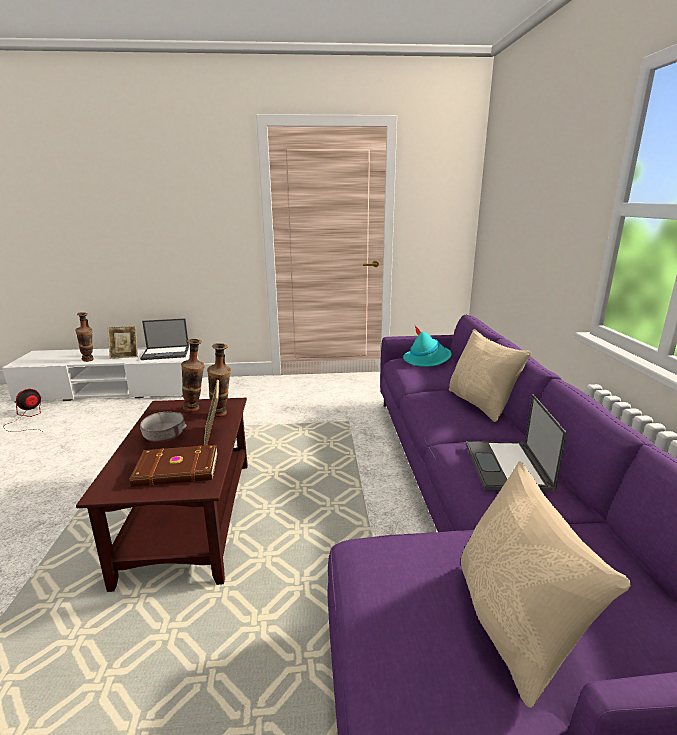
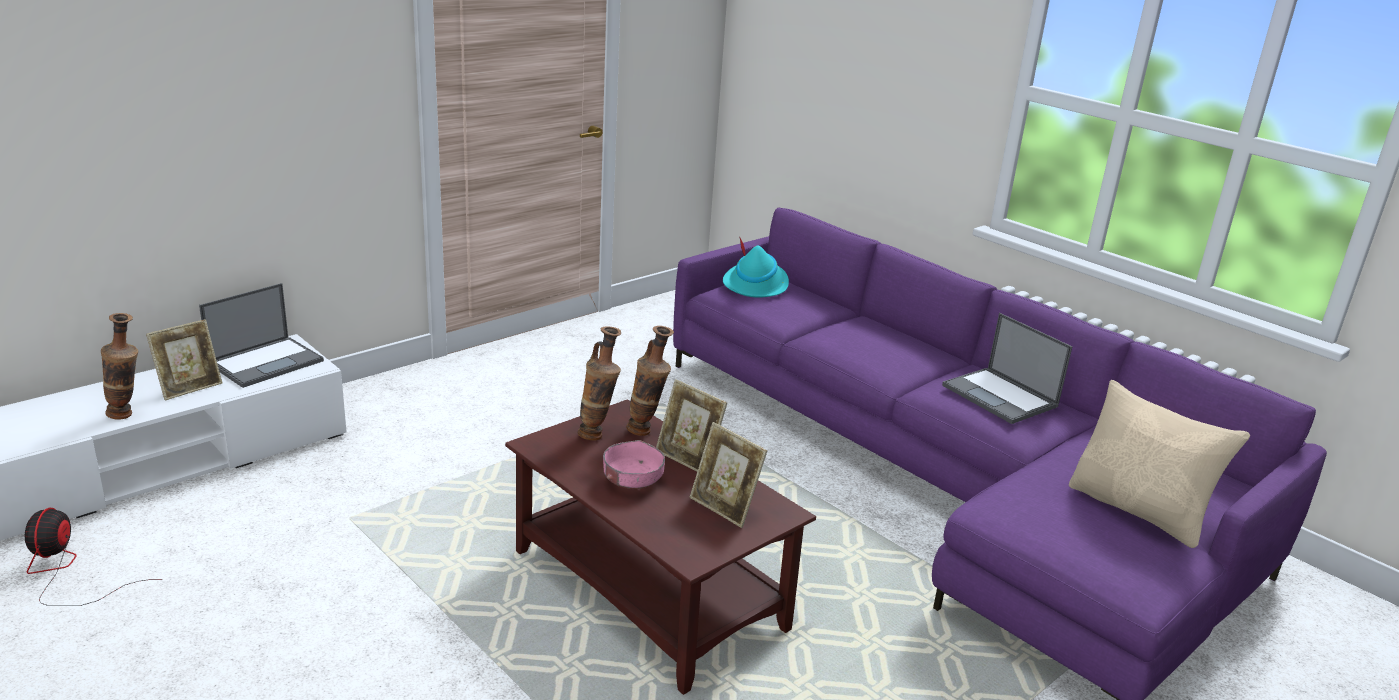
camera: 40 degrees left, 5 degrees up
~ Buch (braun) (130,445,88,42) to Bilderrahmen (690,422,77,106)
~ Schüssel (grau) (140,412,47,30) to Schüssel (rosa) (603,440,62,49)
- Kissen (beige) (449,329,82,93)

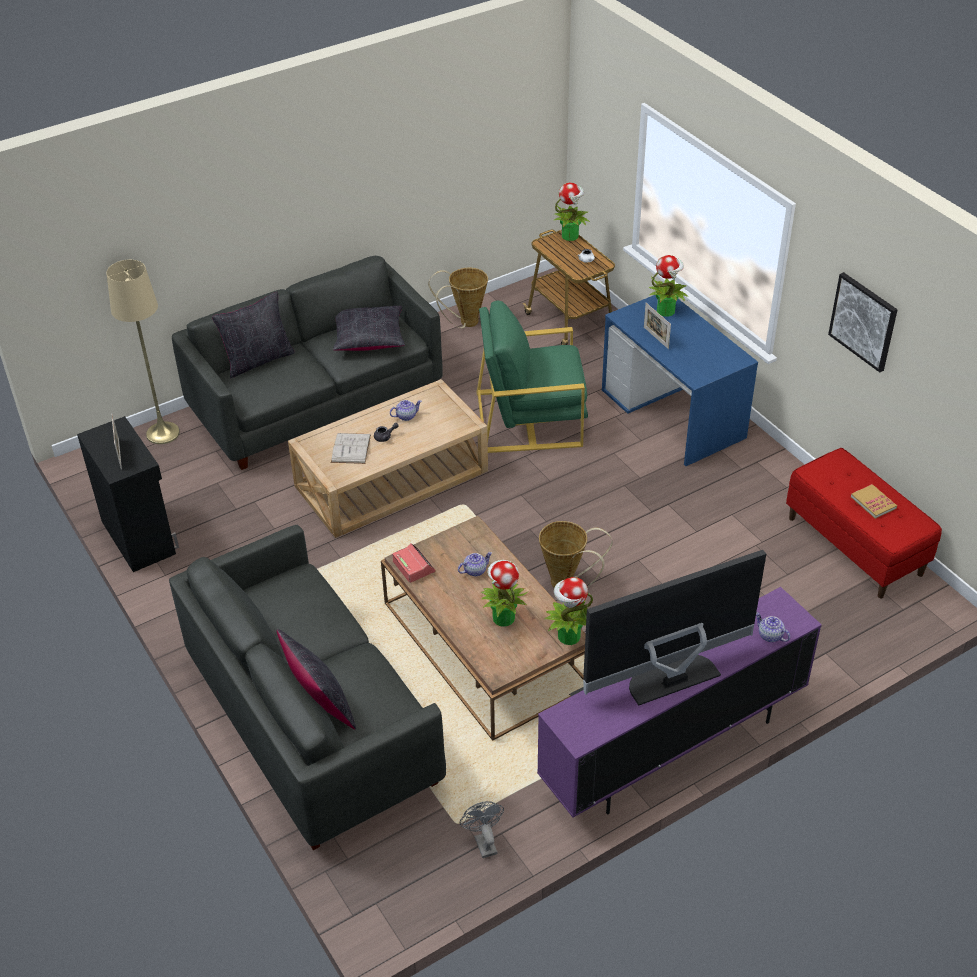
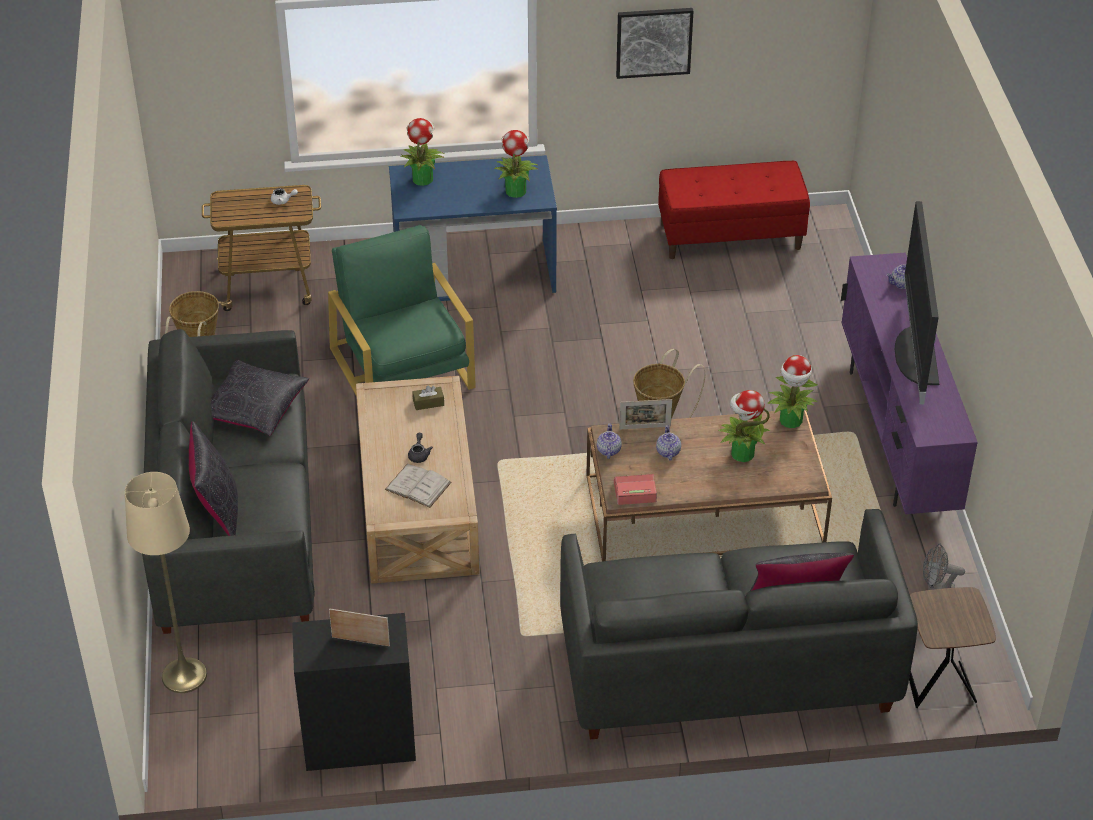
camera: 65 degrees left, 0 degrees up
~ Teekanne (390,400,32,21) to (597,423,25,36)
~ Sessel (grün) (476,301,112,152) = (328,225,148,172) 135 degrees clockwise
~ Topfpflanze (553,182,37,59) to (494,130,45,68)
~ Bilderrahmen (644,303,27,46) to (619,399,53,30)
- Buch (851,484,46,35)
+ Taschentuchbox (braun) (412,386,32,24)
+ Beistelltisch (braun) (909,587,87,121)

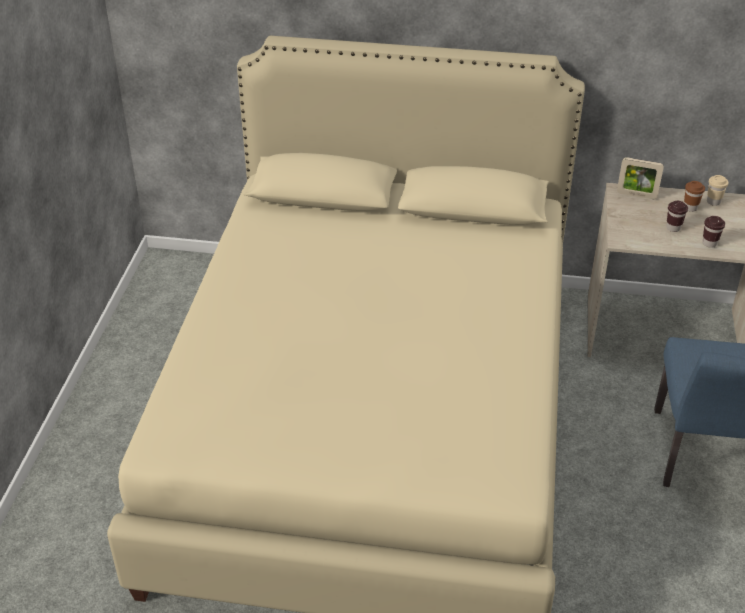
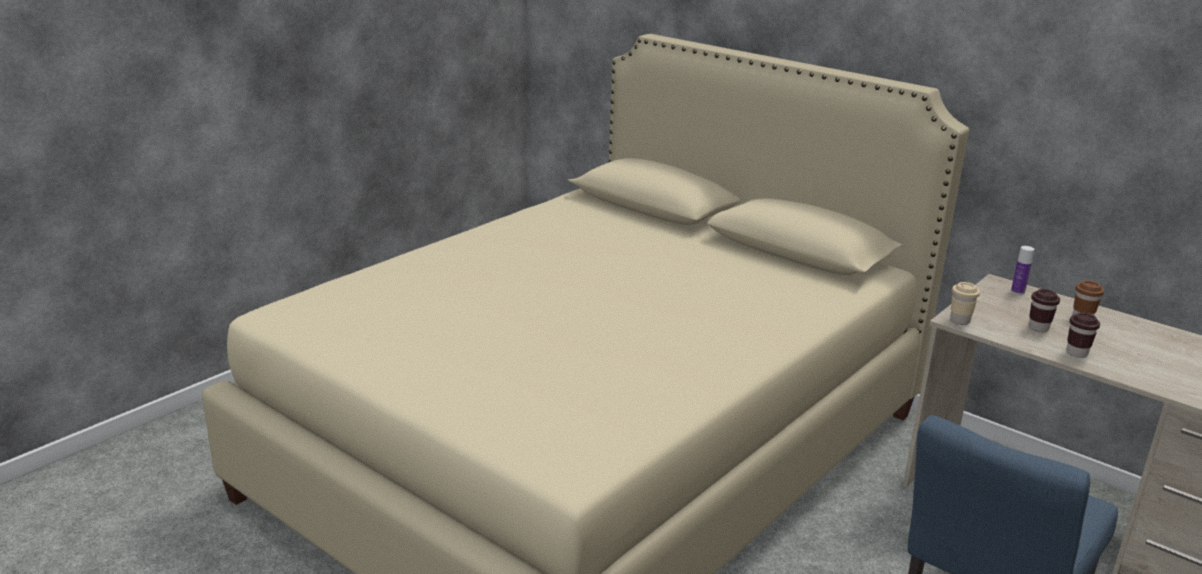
camera: 30 degrees right, 15 degrees down
~ Bilderrahmen (617,157,47,42) to Flasche (1011,246,23,49)
~ Tasse (beige) (707,175,22,31) to (950,282,30,43)

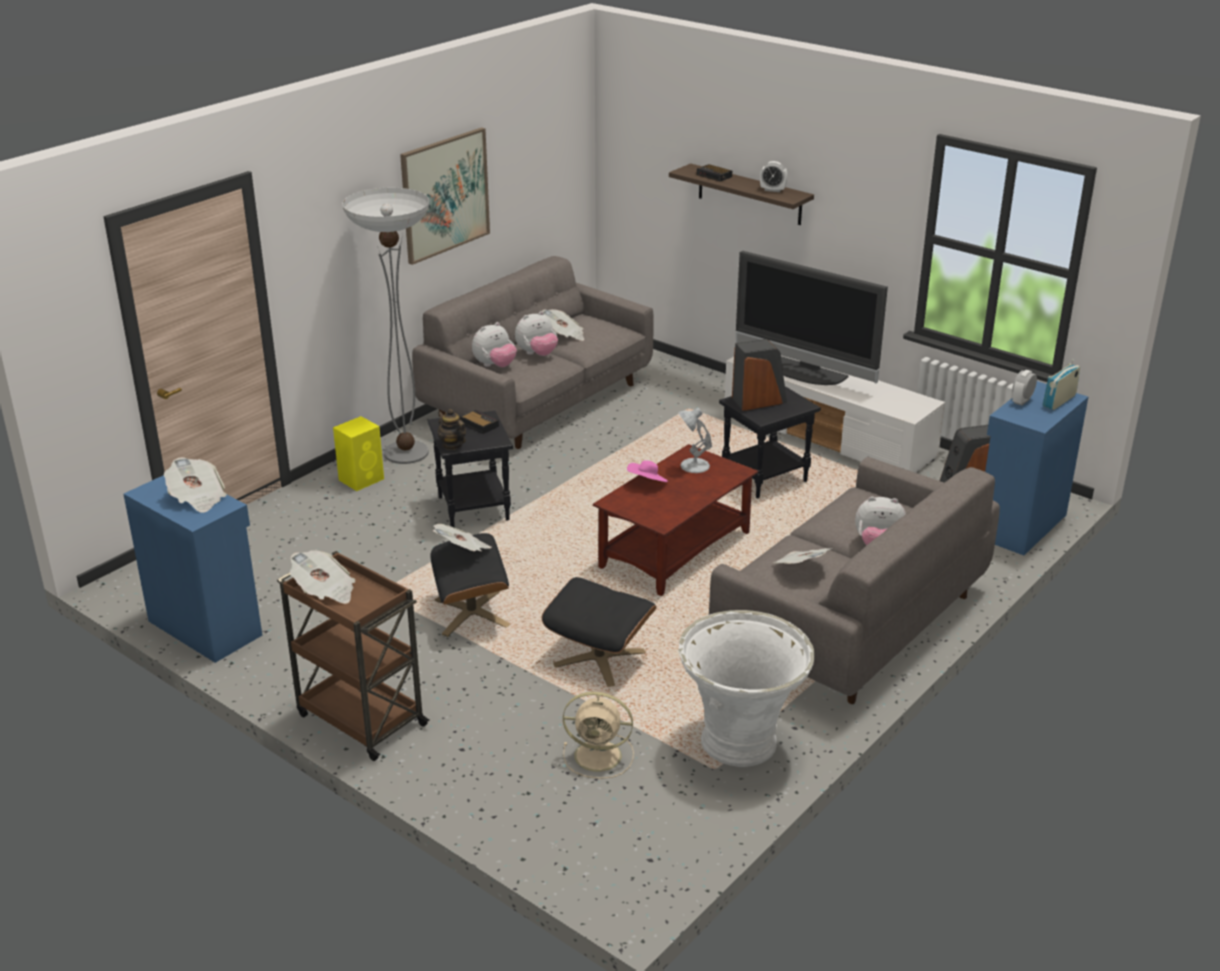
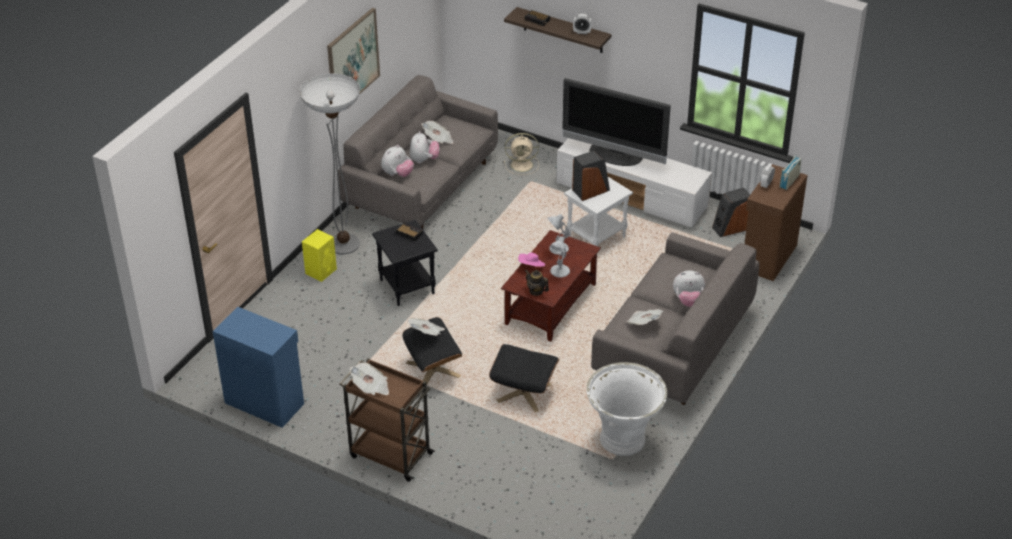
camera: 10 degrees left, 10 degrees up
- Zeitung (164,457,63,56)
~ Teekanne (438,409,28,41) to (525,270,24,26)
~ Plüschtier (515,311,43,45) = (410,131,30,33) 45 degrees counterclockwise
~ Ventilator (beige) (563,692,71,87) to (504,133,35,42)
~ Beistelltisch (schwarz) (719,386,102,112) to Beistelltisch (weiß) (564,177,69,69)
~ Schrank (blau) (985,381,103,174) to Schrank (braun) (745,164,63,117)
+ Tischlampe (weiß) (550,236,20,41)

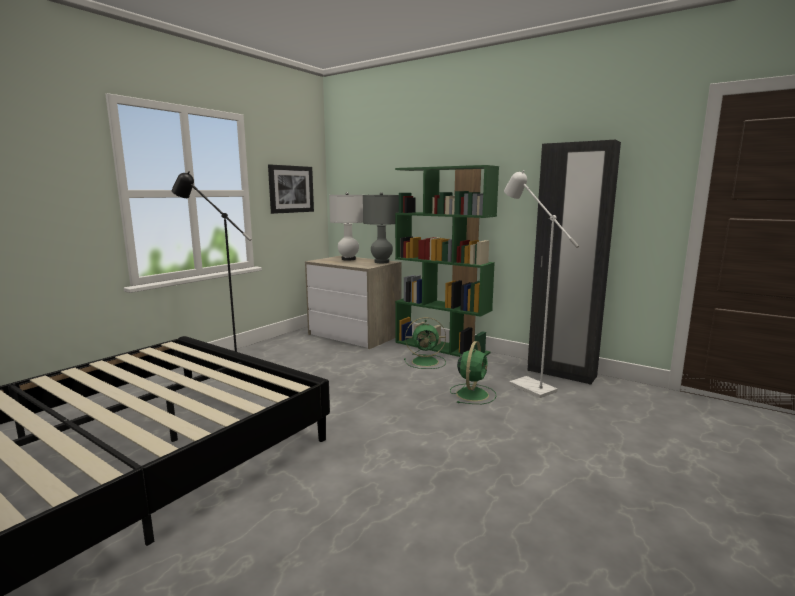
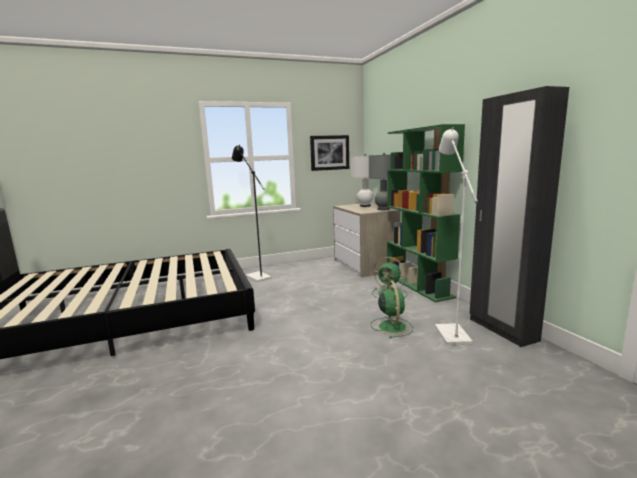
camera: 35 degrees right, 0 degrees up
~ Ventilator (grün) (450,341,46,63) = (370,281,43,57) 60 degrees counterclockwise

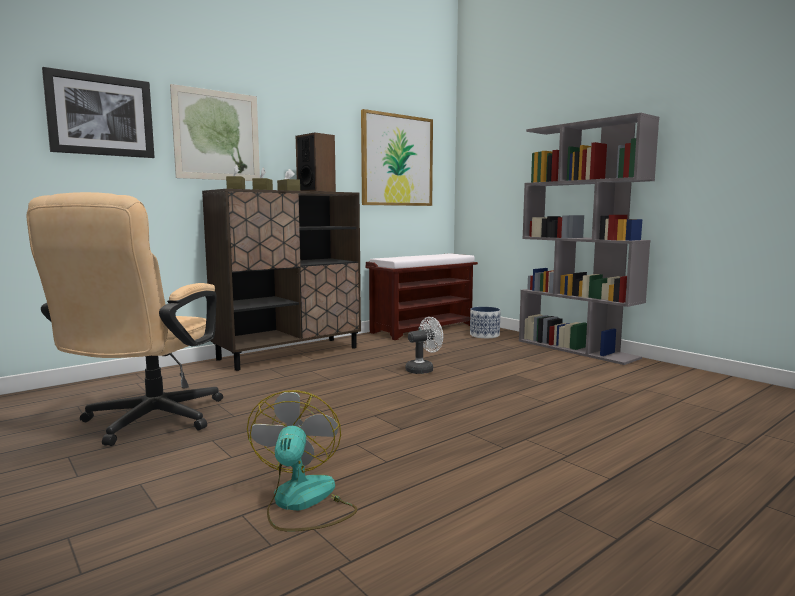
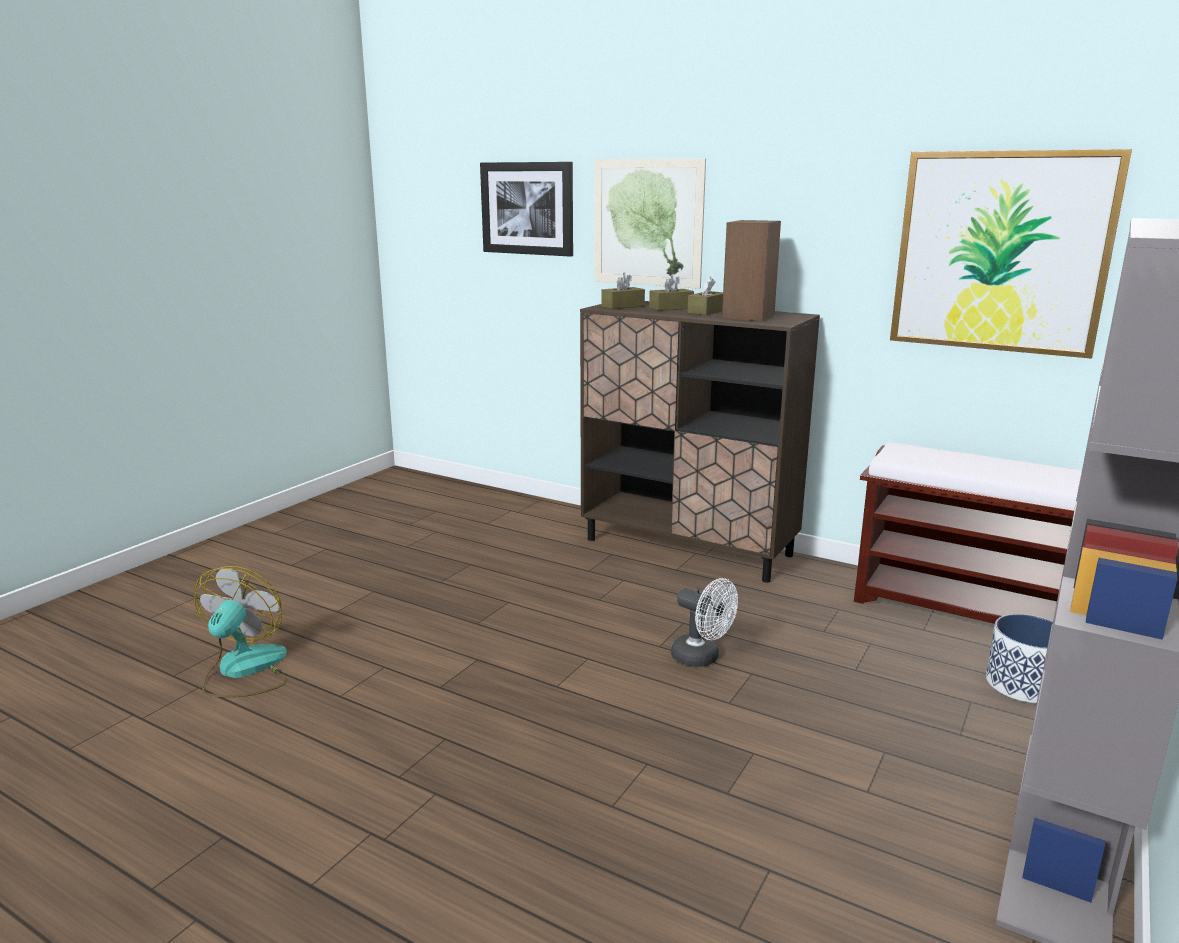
camera: 70 degrees right, 10 degrees up
- Bürostuhl (beige) (26,192,197,254)
~ Ventilator (247,390,110,142) = (194,566,94,131) 60 degrees counterclockwise

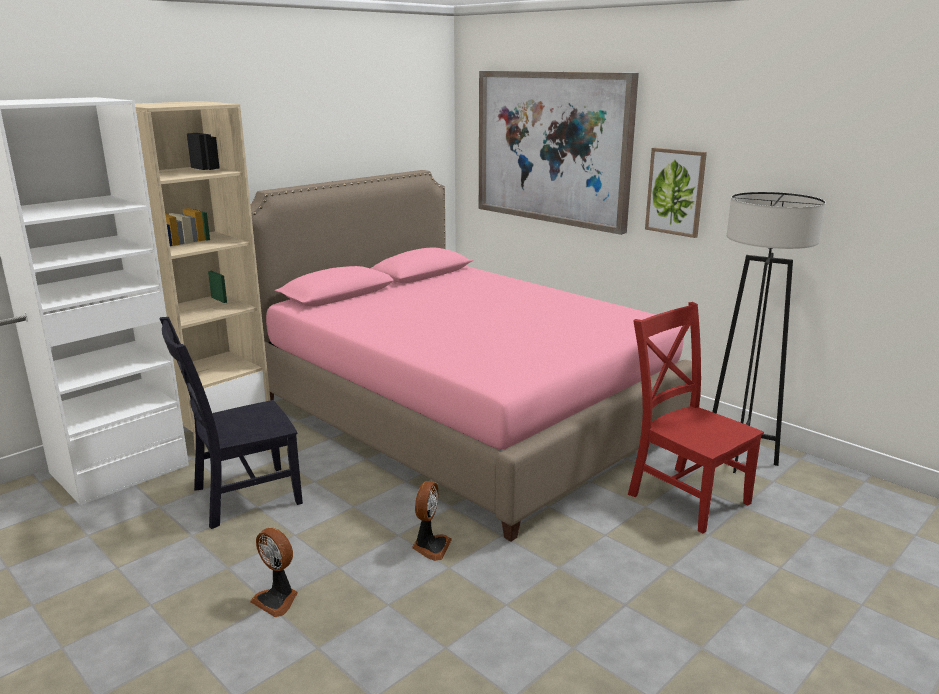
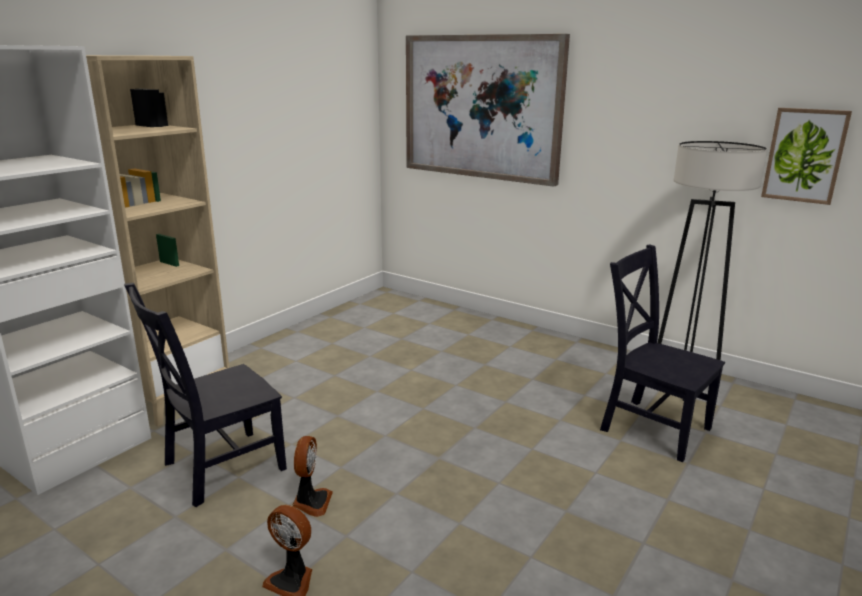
camera: 10 degrees left, 0 degrees up
- Bett (rosa) (251,170,441,371)
~ Ventilator (412,481,40,80) to (293,436,40,81)
~ Stuhl (rot) (628,302,136,232) to Stuhl (schwarz) (600,244,125,218)
~ Bild (645,148,62,90) to (761,108,91,97)

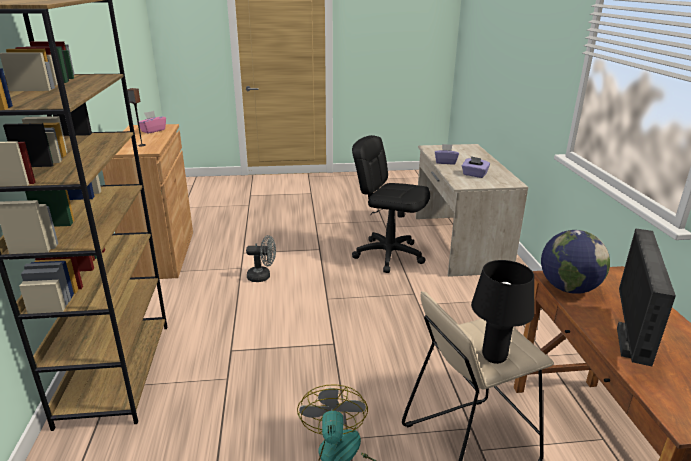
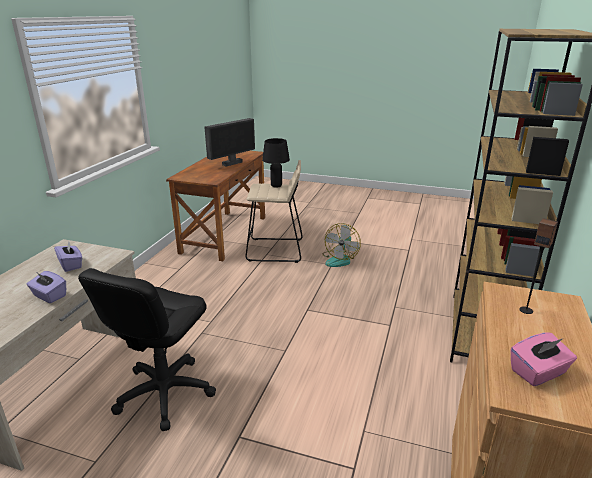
camera: 155 degrees left, 0 degrees up
- Ventilator (grau) (246,235,30,47)
~ Bürostuhl (schwarz) (352,135,78,138) = (78,268,138,163) 60 degrees clockwise
- Globus (541,230,69,64)

